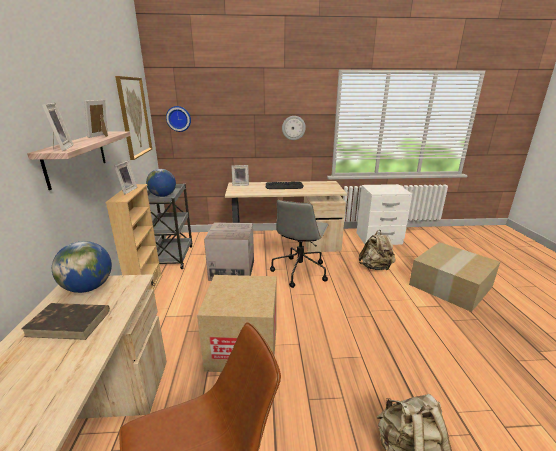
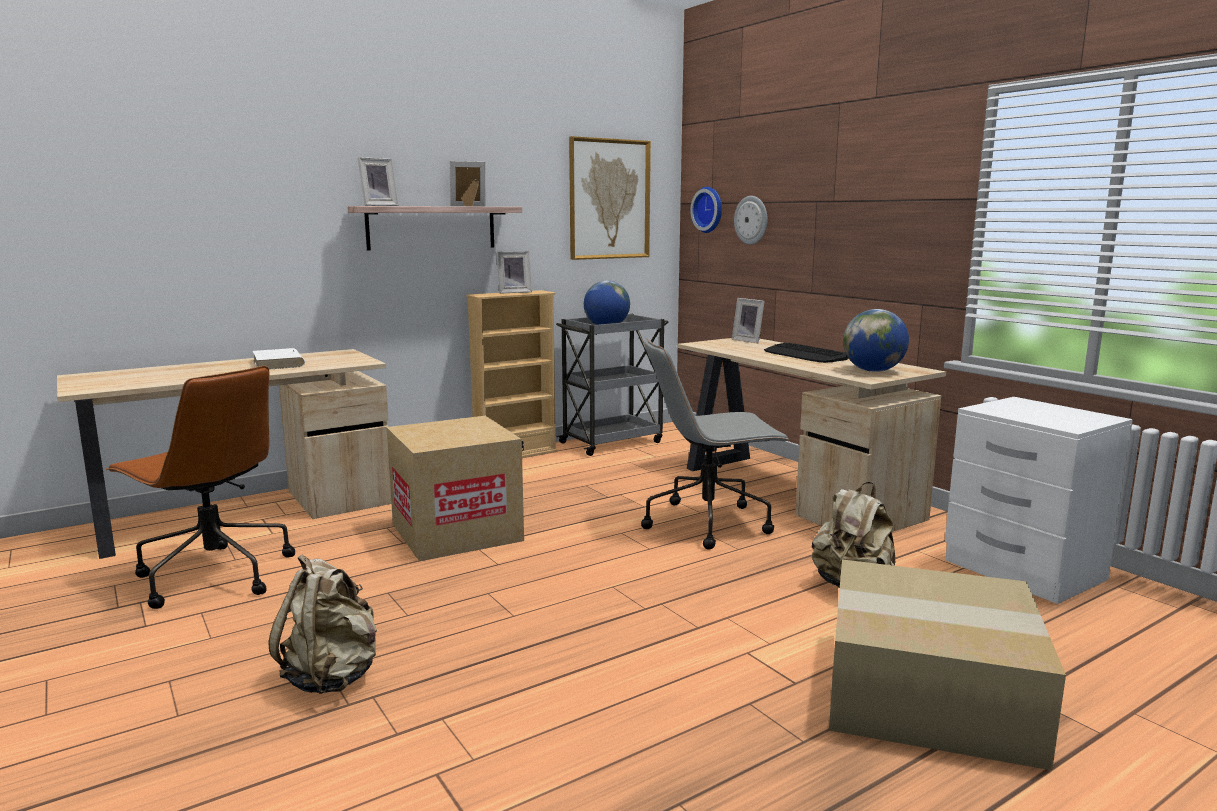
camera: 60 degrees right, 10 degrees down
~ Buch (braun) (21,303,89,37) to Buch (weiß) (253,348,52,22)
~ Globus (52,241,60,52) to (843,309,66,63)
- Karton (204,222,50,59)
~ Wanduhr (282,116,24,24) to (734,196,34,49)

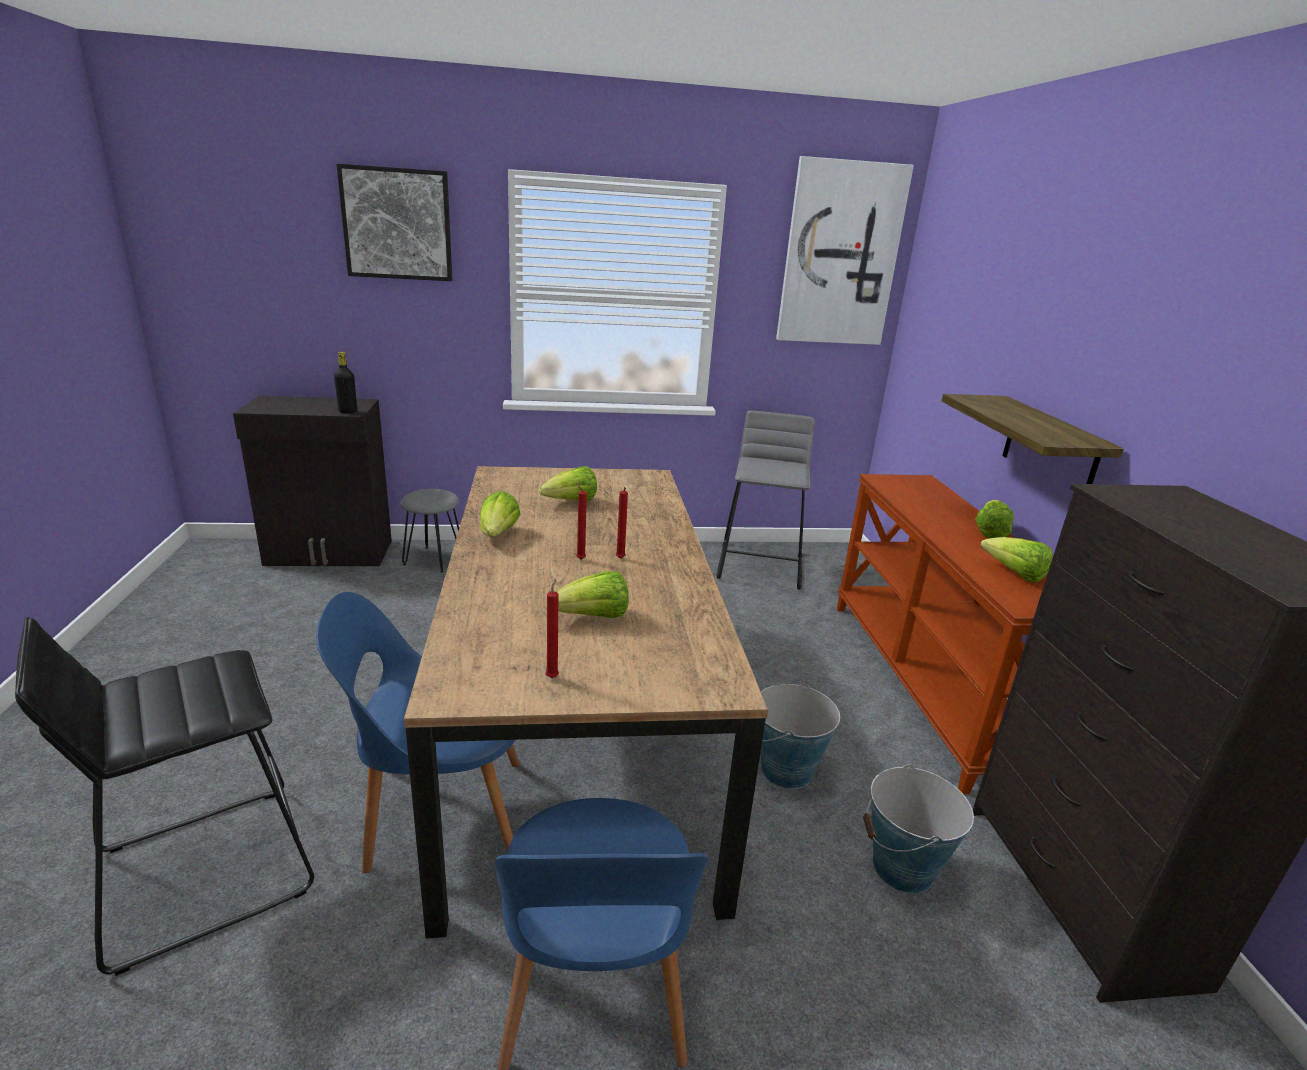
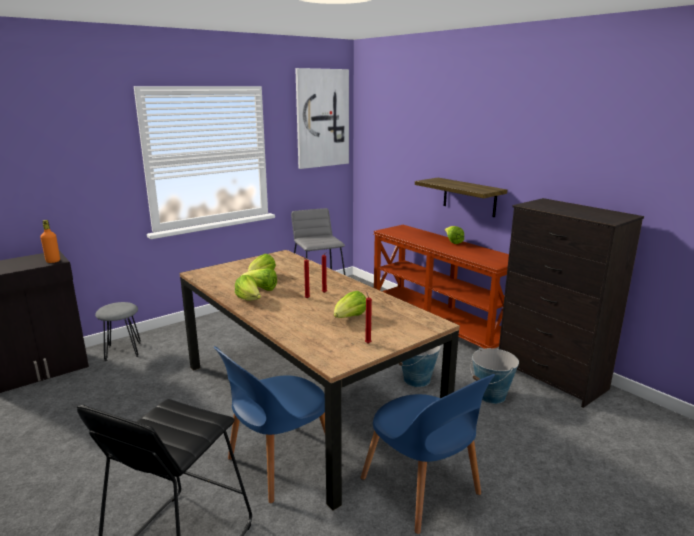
camera: 30 degrees left, 5 degrees down
~ Flasche (schwarz) (334,352,23,61) to Flasche (orange) (40,220,20,43)
- Bild (337,164,115,117)
~ Salatkopf (980,537,73,46) to (241,268,36,23)

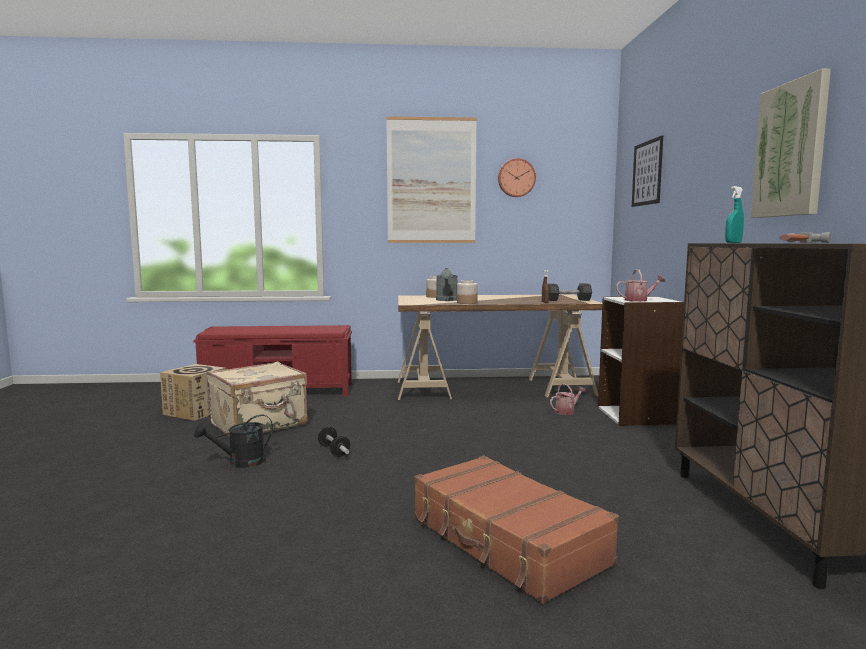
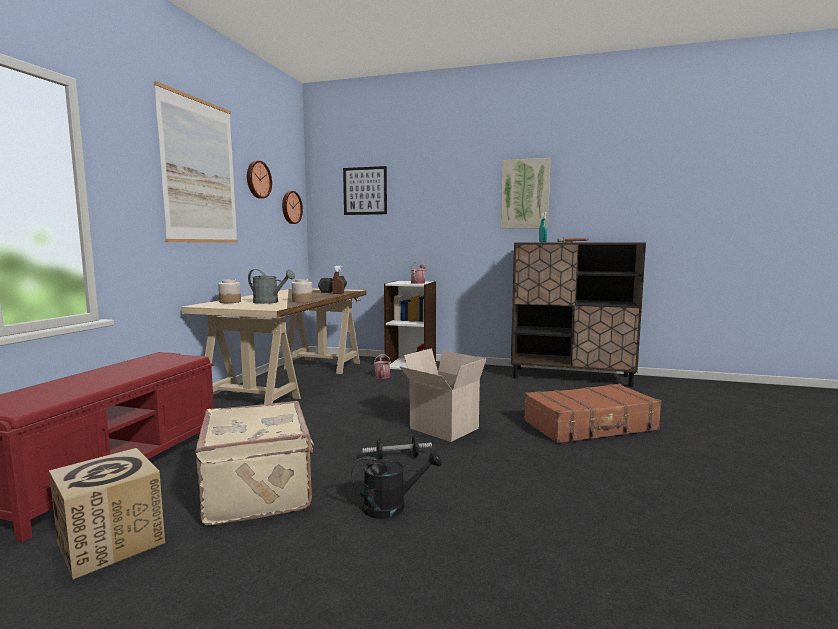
camera: 70 degrees left, 0 degrees up
~ Gießkanne (schwarz) (194,414,79,54) = (351,450,91,69) 90 degrees counterclockwise
+ Wanduhr (282,191,21,33)
+ Karton (399,348,88,94)

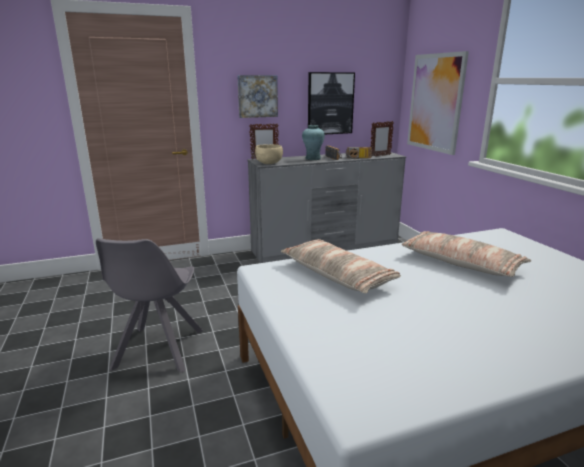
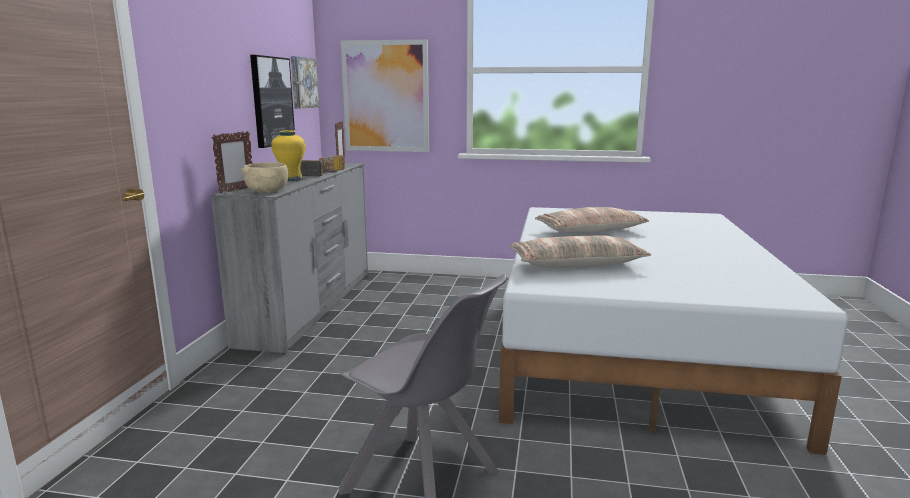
camera: 60 degrees left, 5 degrees down
~ Bild (237,75,41,43) to (291,56,29,53)
~ Vase (türkis) (302,125,23,35) to Vase (gelb) (271,130,35,51)

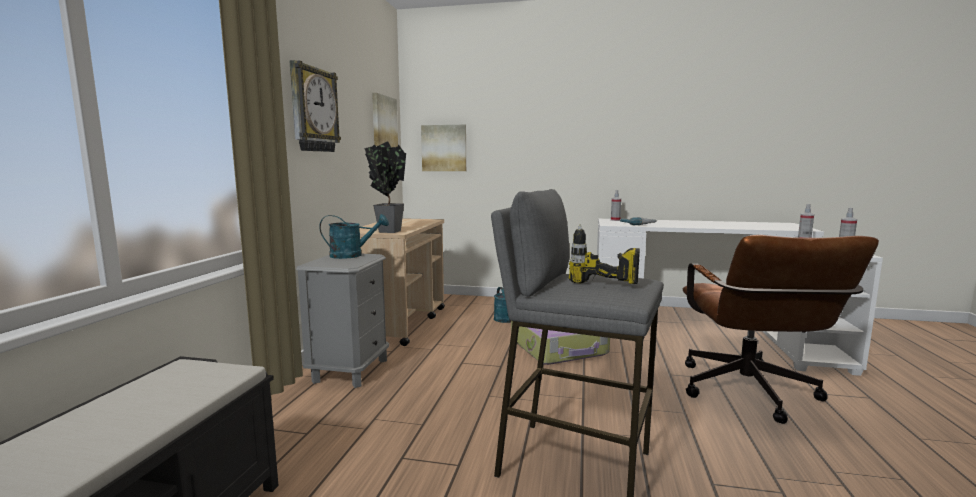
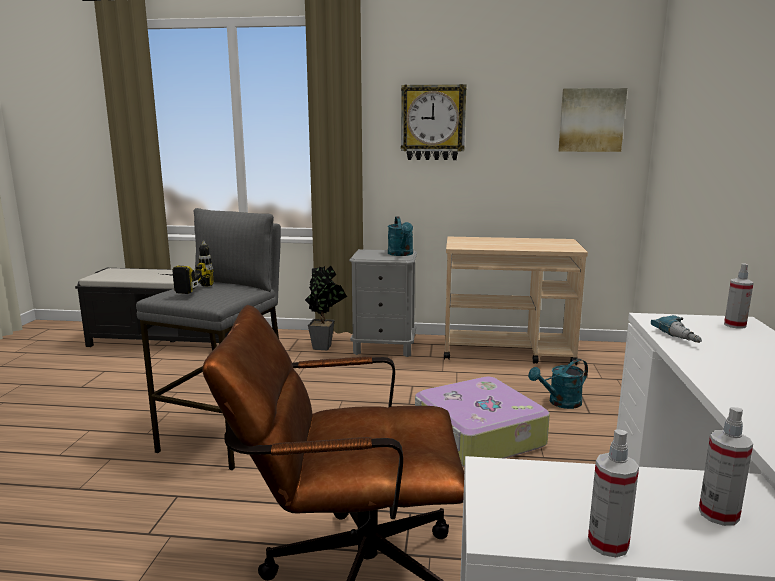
camera: 85 degrees right, 5 degrees up
~ Topfpflanze (364,141,42,92) to (305,265,42,85)
- Bild (421,125,45,46)

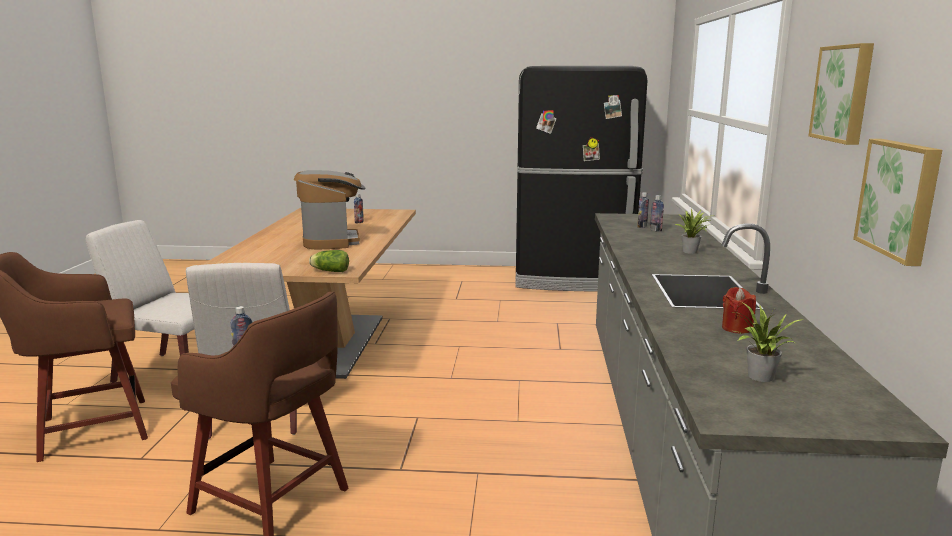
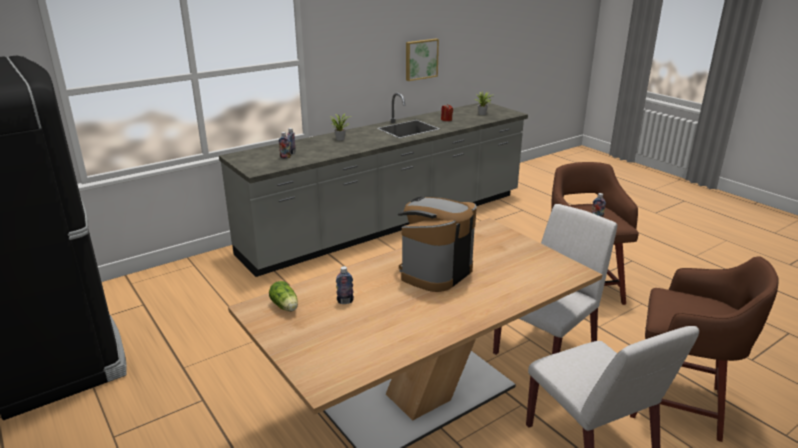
camera: 130 degrees left, 10 degrees up
~ Salatkopf (309,250,40,22) to (269,281,29,31)
- Bild (808,43,66,102)

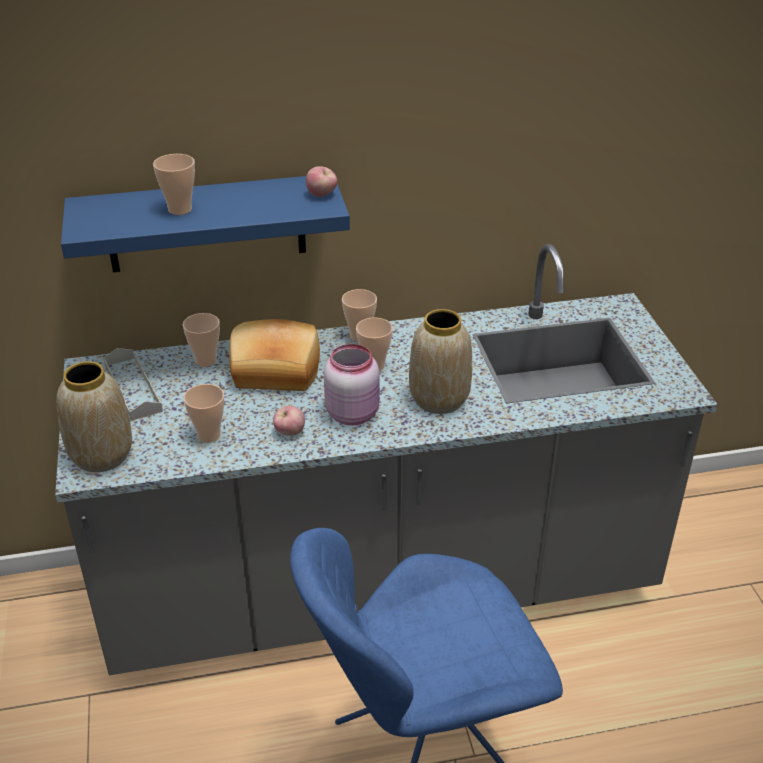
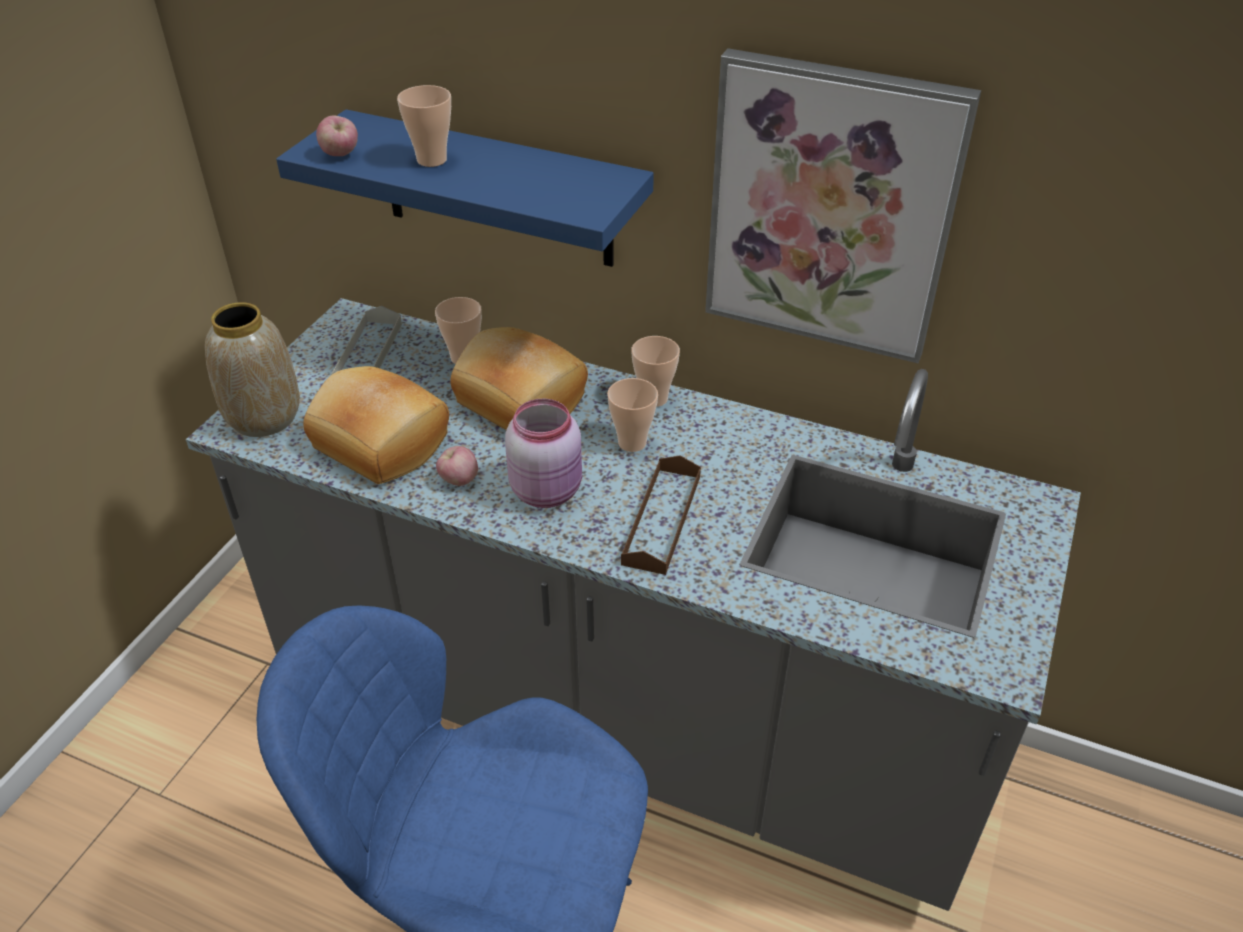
camera: 35 degrees right, 5 degrees up
~ Tasse (183,384,41,59) to Brot (303,366,146,118)
~ Apfel (306,166,31,31) to (316,115,42,41)
~ Vase (409,309,63,105) to Tablett (braun) (621,455,80,120)
+ Bild (705,48,277,315)

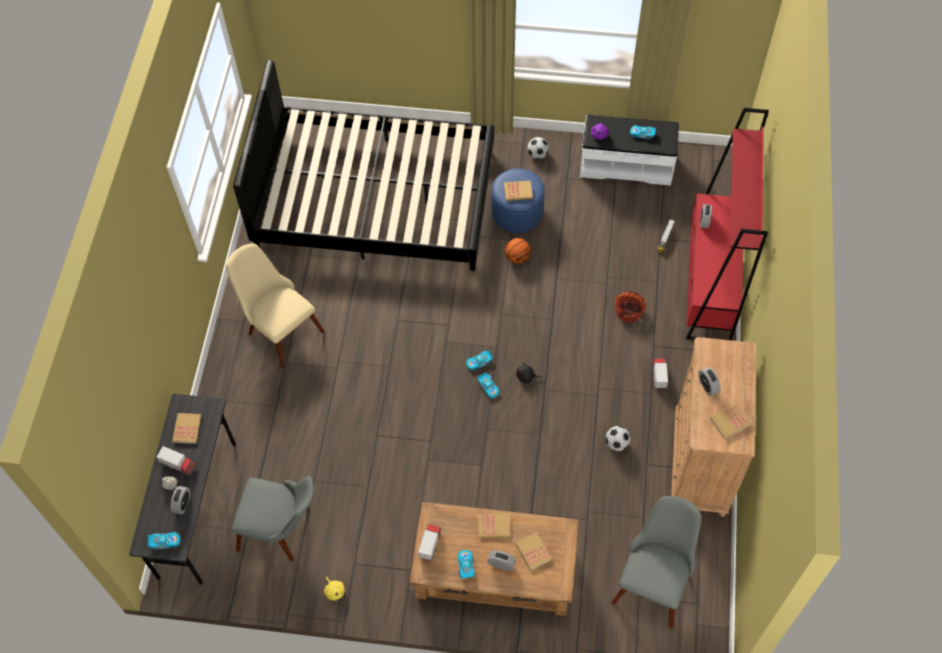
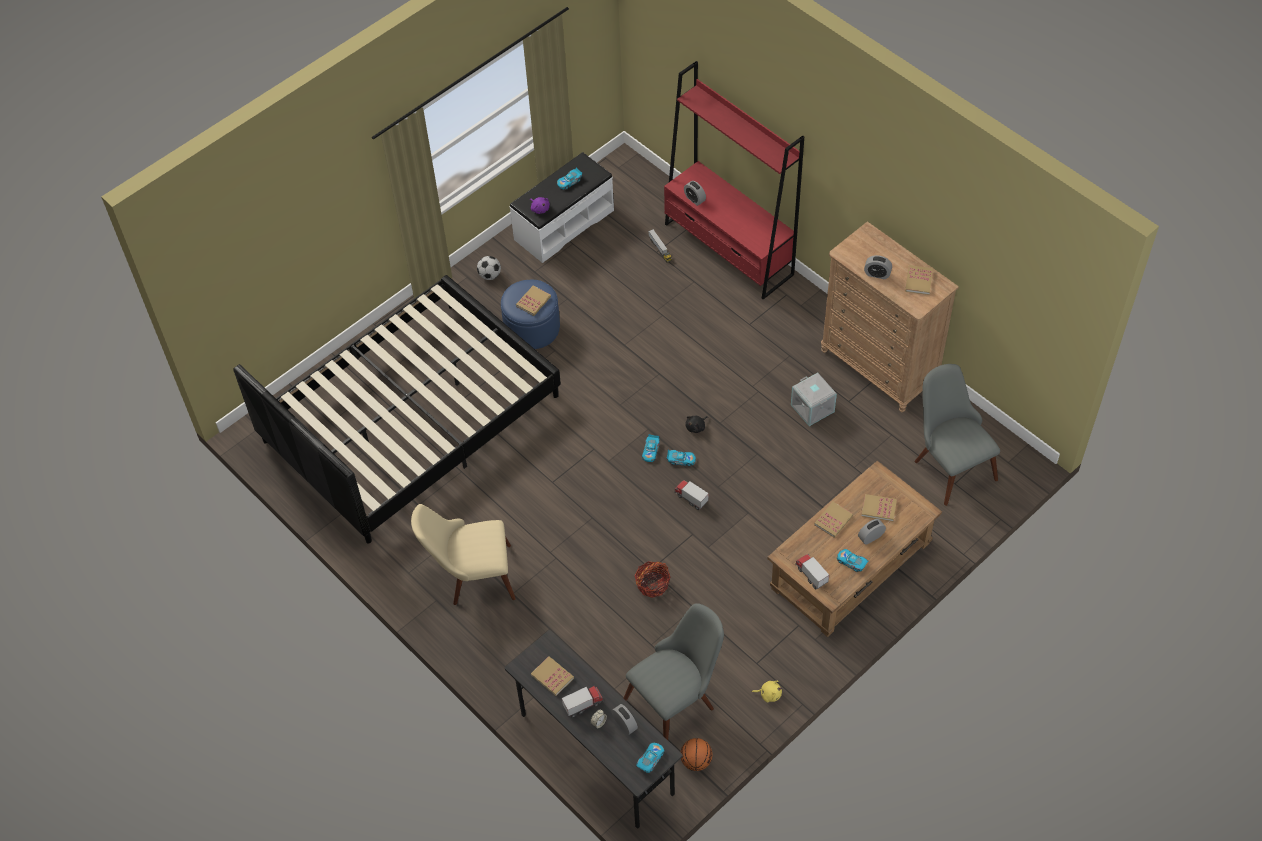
camera: 50 degrees left, 5 degrees down
~ Basketball (505,238,25,26) to (681,738,32,33)
~ Fußball (606,426,25,25) to Aufbewahrungsbox (grau) (791,373,46,53)
~ Korb (615,291,31,31) to (634,561,37,37)
~ Spielzeuglaster (653,359,15,29) to (674,480,35,30)

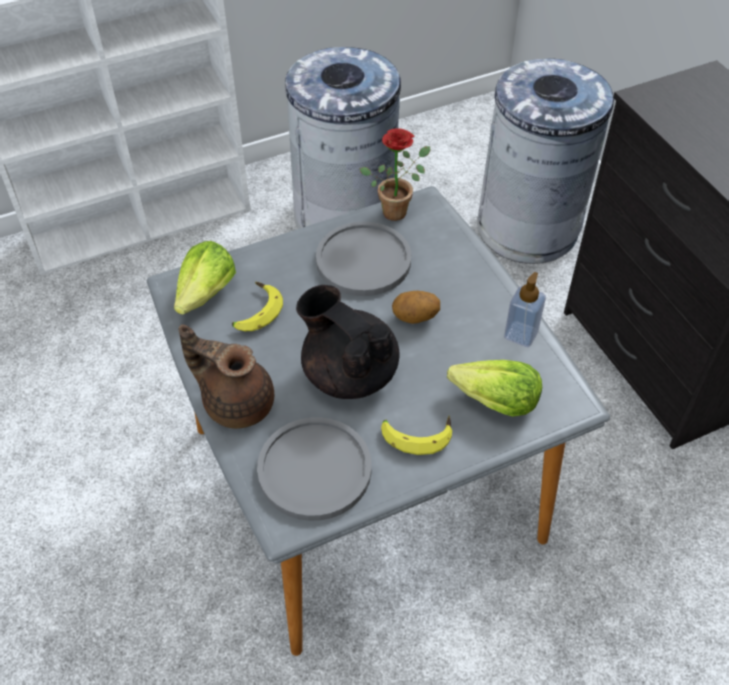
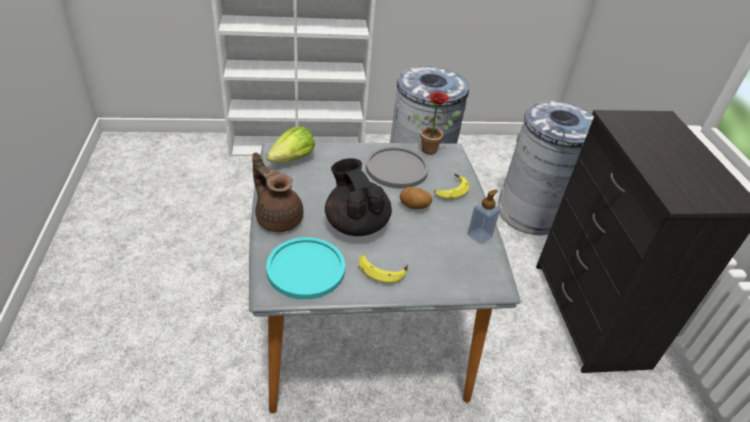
camera: 15 degrees right, 10 degrees down
~ Banane (232,282,51,49) to (434,174,36,25)
~ Teller (grau) (257,417,115,104) to Teller (türkis) (266,237,79,62)
- Salatkopf (447,360,95,57)

